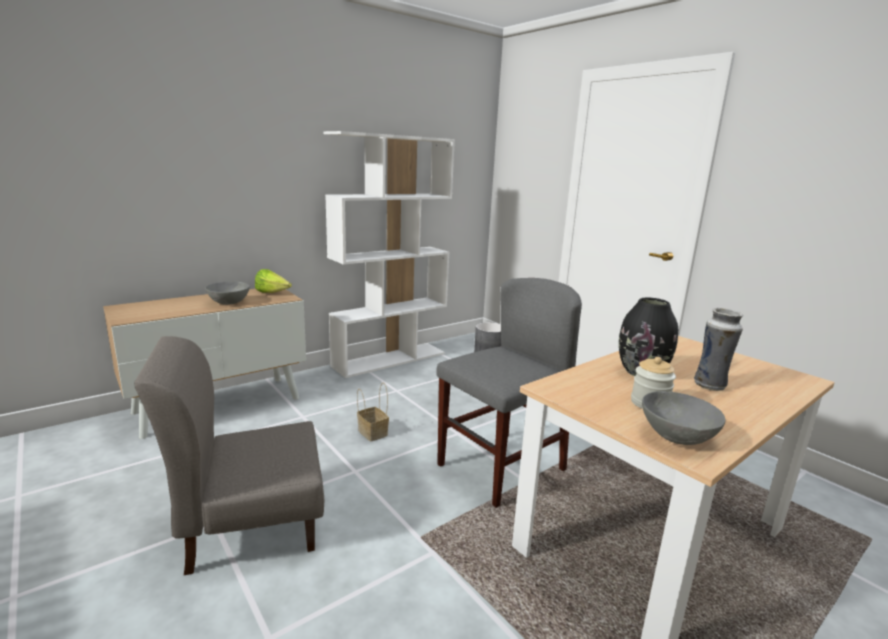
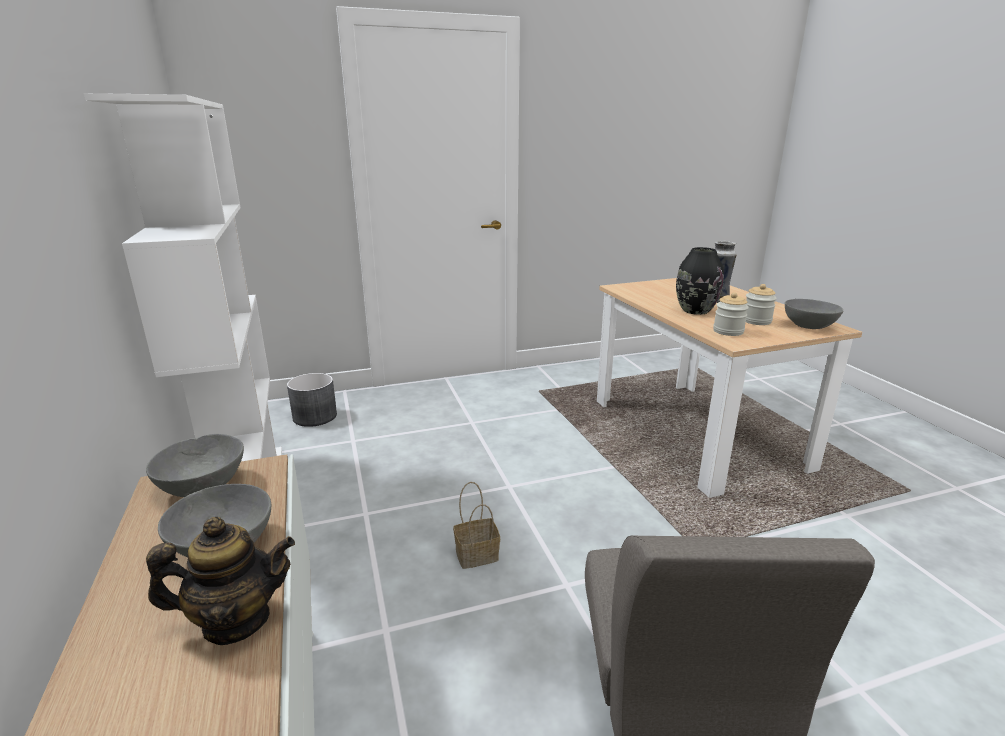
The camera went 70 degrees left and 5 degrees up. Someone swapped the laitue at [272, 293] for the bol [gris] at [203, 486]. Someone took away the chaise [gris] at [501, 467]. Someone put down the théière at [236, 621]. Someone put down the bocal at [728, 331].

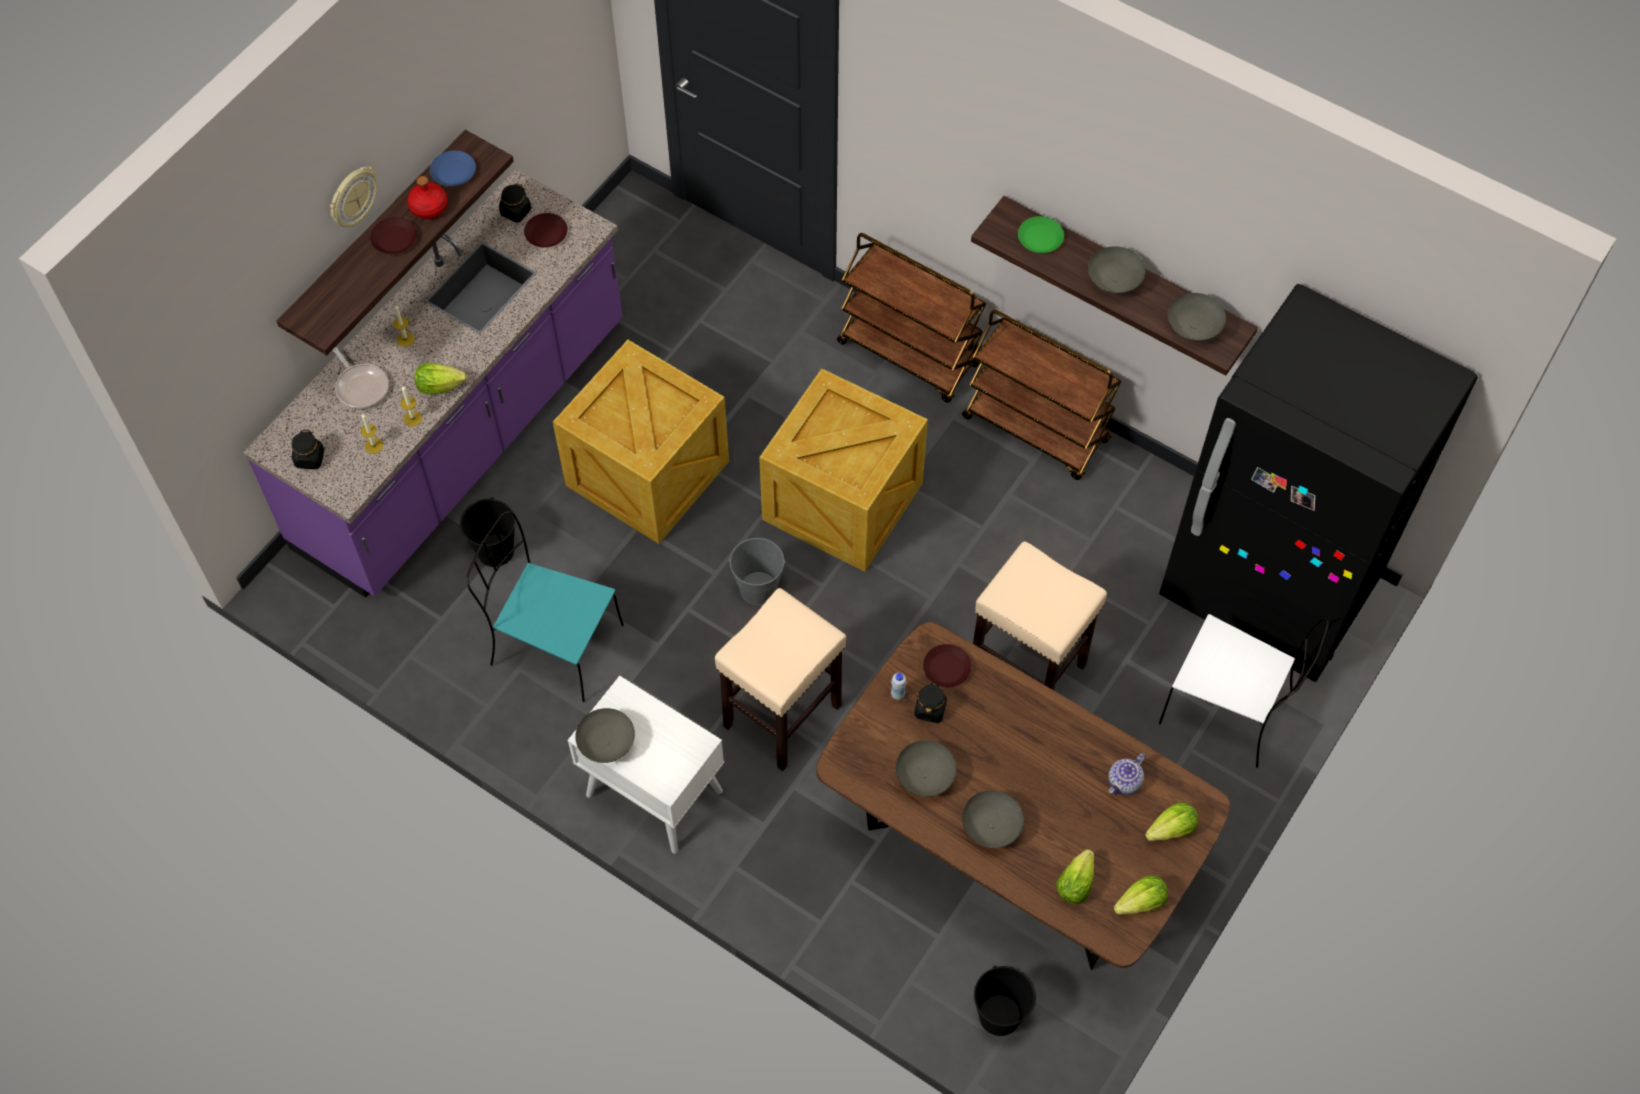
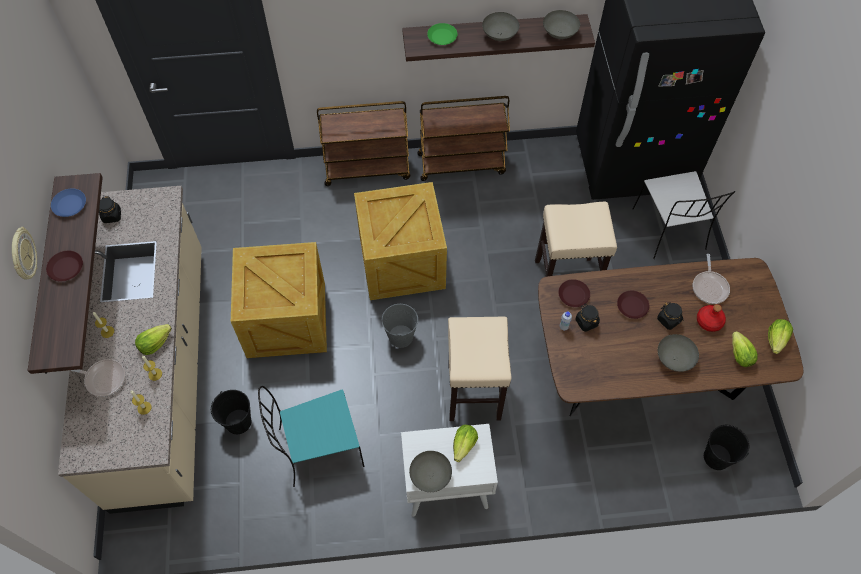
The camera went 40 degrees left and 0 degrees up. Someone repainted the comptoir de cuisine [violet] at [464, 437], which became the comptoir de cuisine [beige] at [163, 373]. Someone carried the bocal [noir] from [310, 458] to [668, 320]. Someone carried the bouteille [rouge] from [429, 207] to [709, 321]. Someone carried the assiette [marron] from [546, 233] to [632, 306]. Someone took away the bol [gris] at [925, 777]. Someone swapped the théière at [1124, 782] for the poêle at [709, 287]. Someone carried the laitue from [1171, 829] to [464, 445]. Someone rotated the chaise [blanc] at [1229, 709] by 90 degrees clockwise.

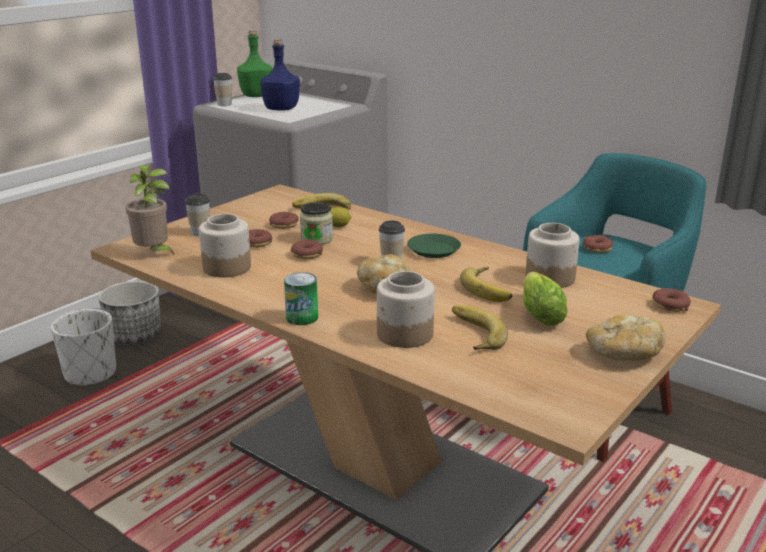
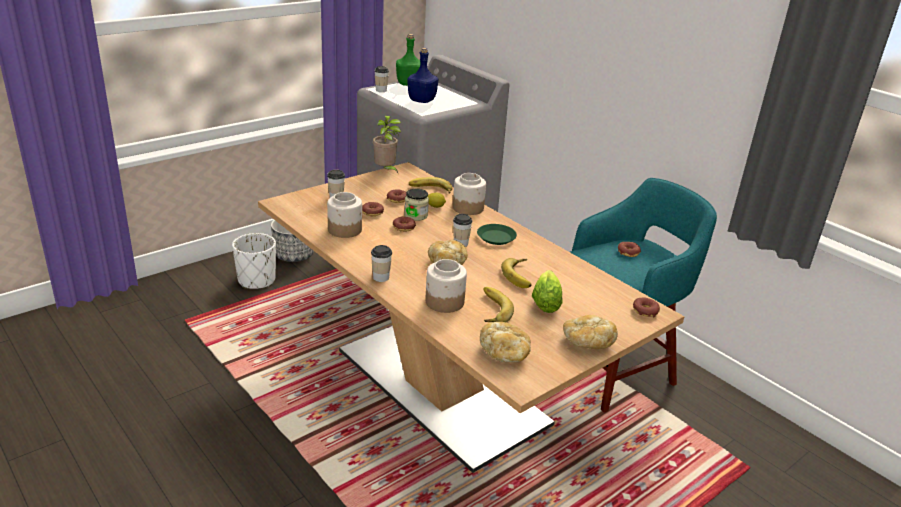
The camera went 10 degrees right and 5 degrees up. Someone carried the plante en pot from [154, 254] to [386, 171]. Someone swapped the boîte métallique at [302, 317] for the tasse at [381, 277]. Someone carried the bocal from [550, 278] to [468, 208]. Someone put down the pain at [504, 353].

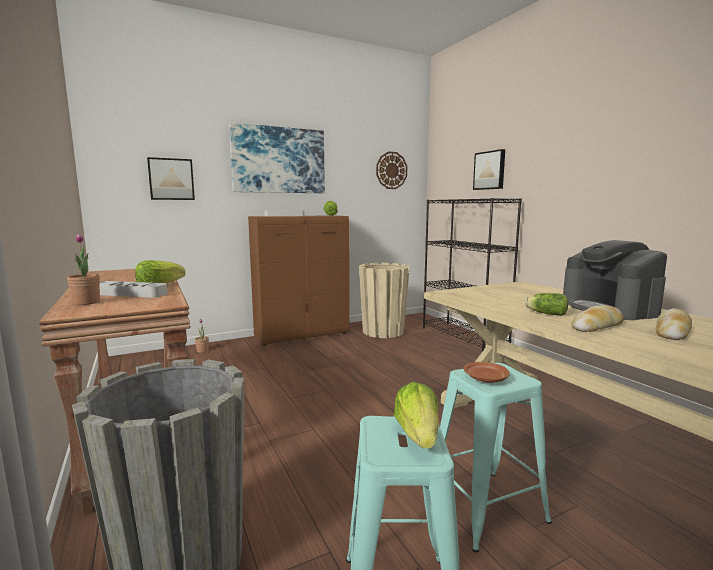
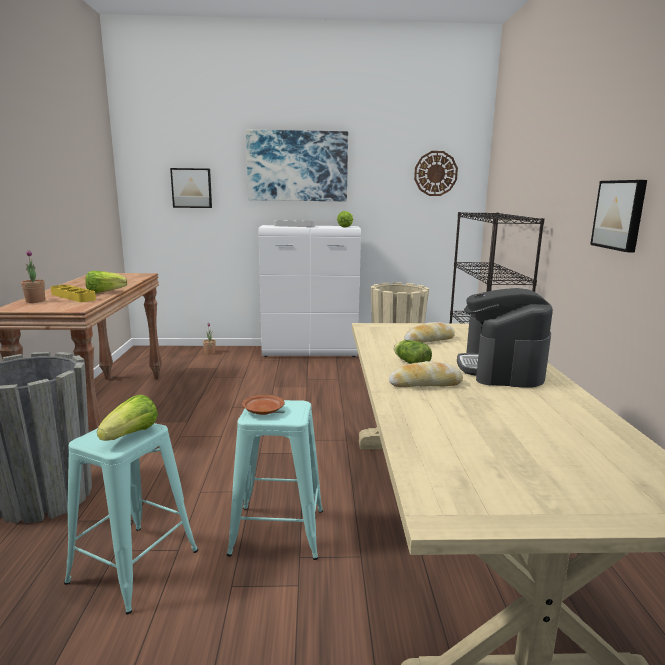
The camera went 25 degrees right and 5 degrees up. Someone repainted the plateau [gris] at [128, 294], which became the plateau [jaune] at [73, 297]. Someone repainted the meuble de rangement [marron] at [303, 335], which became the meuble de rangement [blanc] at [310, 352]. Someone carried the tableau from [490, 170] to [620, 215]. Someone carried the pain from [672, 331] to [429, 340].

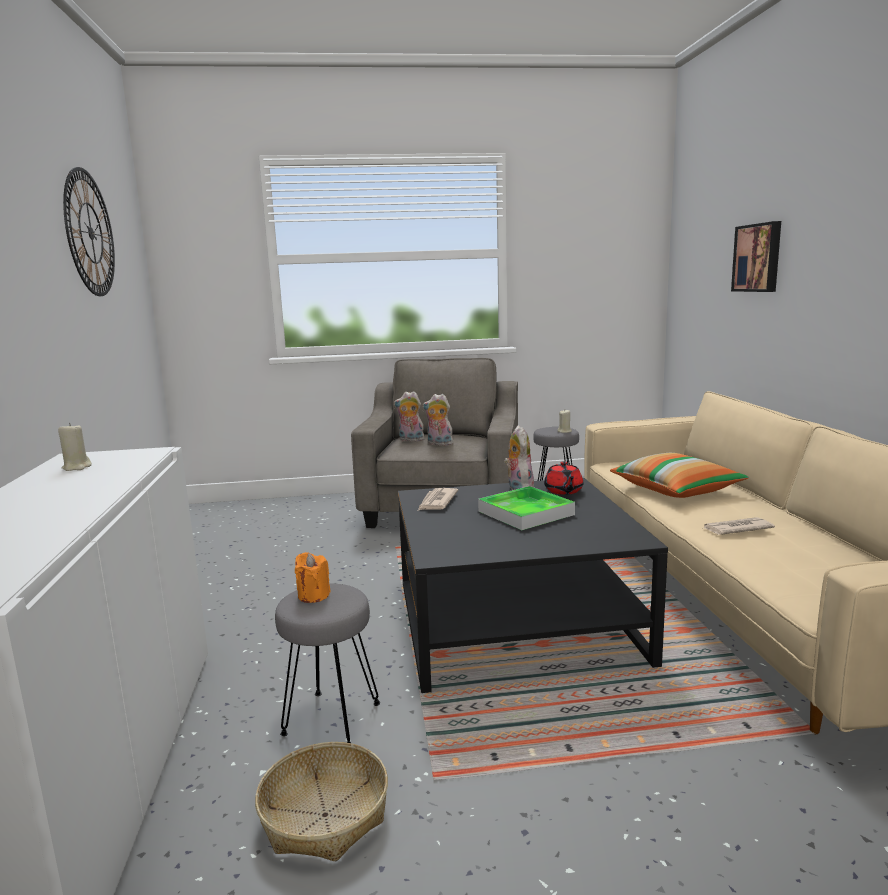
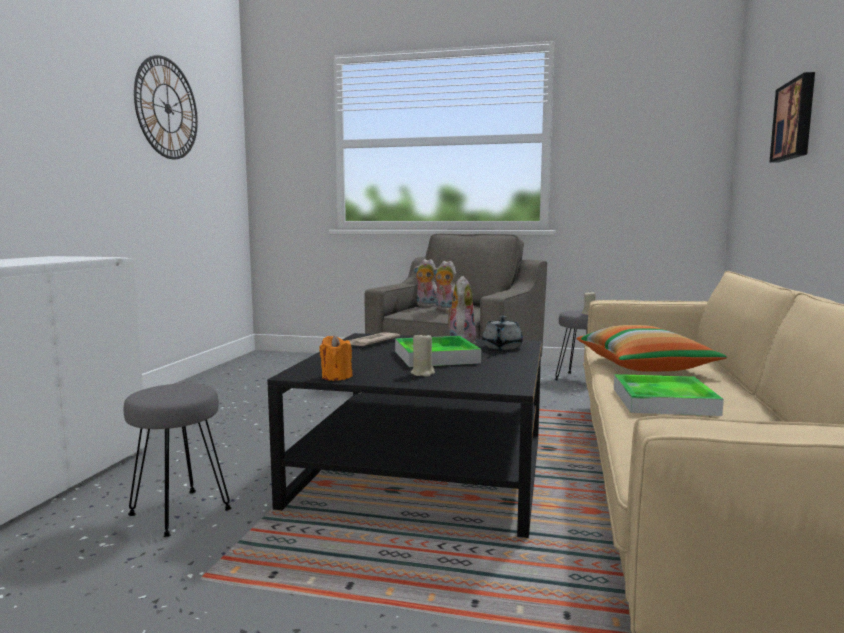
The camera went 20 degrees right and 5 degrees down. Someone carried the bougie [beige] from [77, 467] to [423, 373]. Someone took away the panier at [324, 815]. Someone carried the bougie [orange] from [313, 595] to [336, 377]. Someone repainted the théière [rouge] at [563, 491], which became the théière [gris] at [501, 347]. Someone swapped the journal at [736, 529] for the plateau at [663, 401].

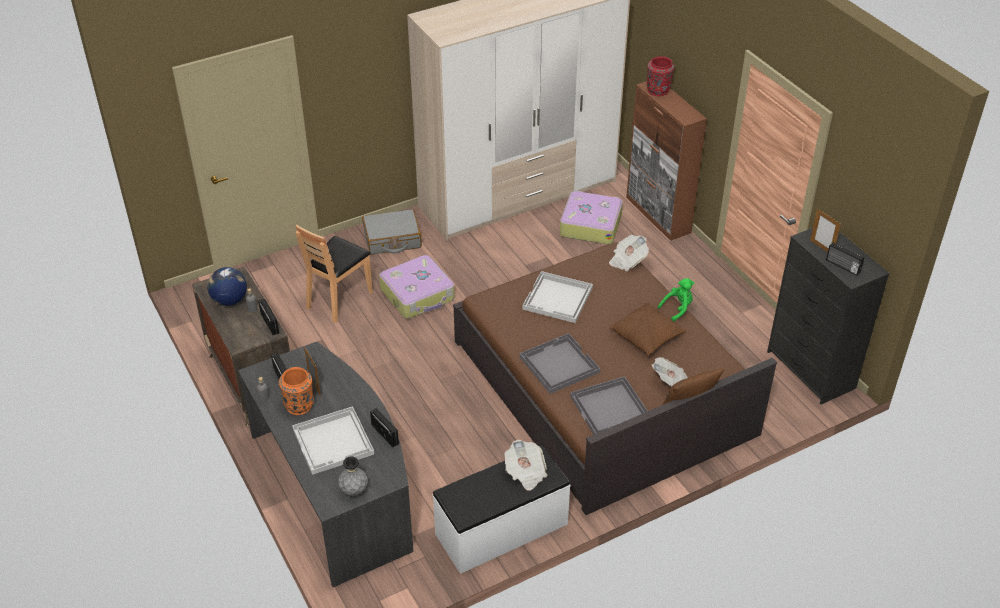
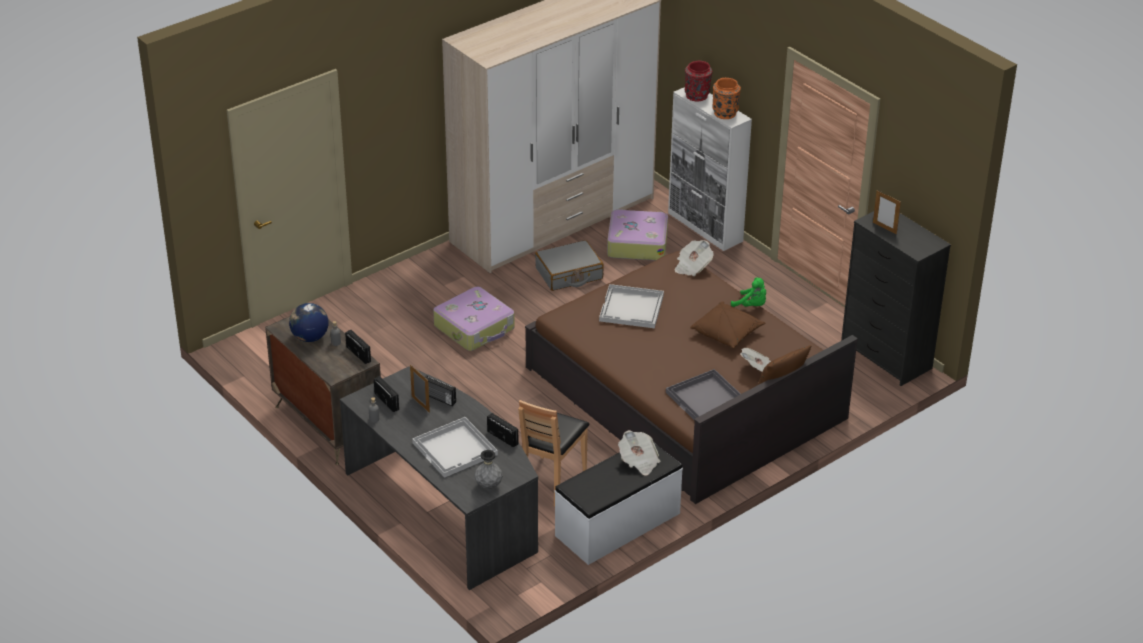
The camera went 10 degrees left and 5 degrees down. Someone carried the vase [orange] from [299, 405] to [725, 113]. Someone carried the chaise [marron] from [339, 299] to [551, 481]. Someone carried the valise [gris] from [392, 239] to [569, 274]. Someone took away the plateau [gris] at [558, 364]. Someone repainted the meuble de rangement [marron] at [658, 215], which became the meuble de rangement [blanc] at [705, 227]. Someone rotated the peluche [vert] at [677, 309] by 75 degrees clockwise. Someone carried the radio from [842, 266] to [439, 398].

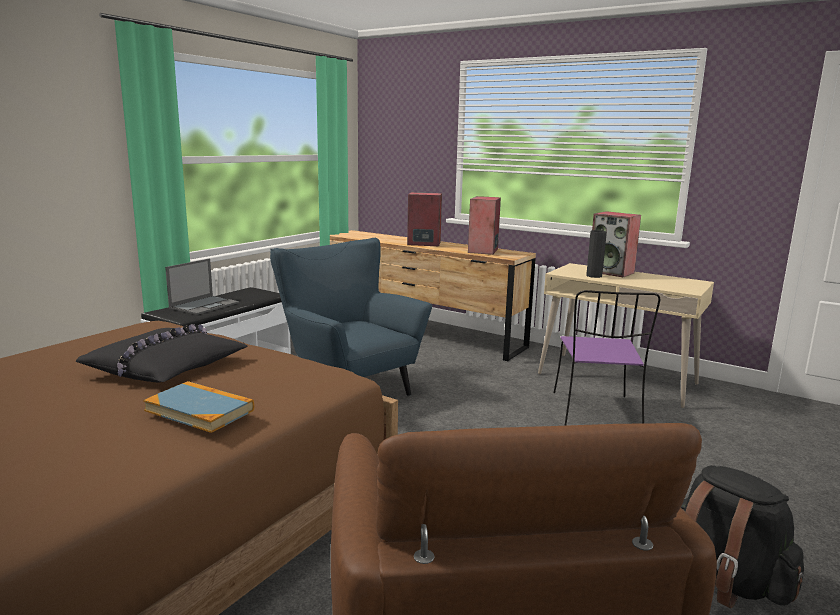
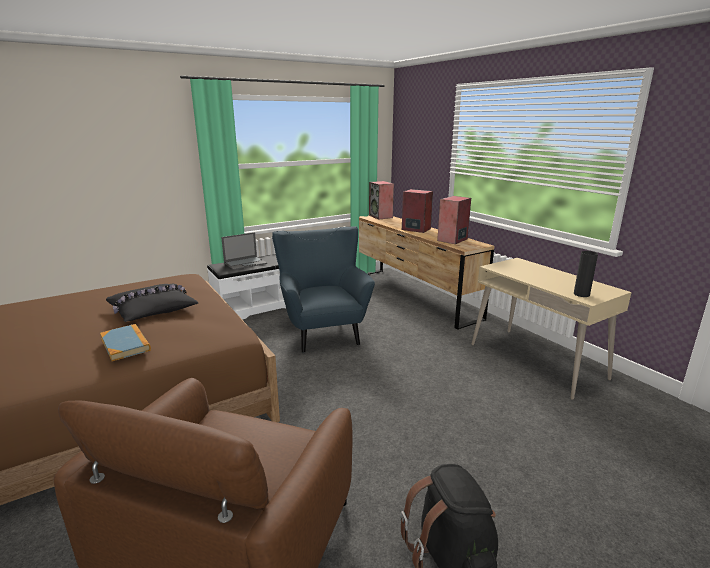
The camera went 25 degrees right and 5 degrees up. Someone took away the chaise [violet] at [596, 412]. Someone carried the vase [noir] from [594, 276] to [581, 294]. Someone carried the enceinte from [612, 272] to [381, 216].

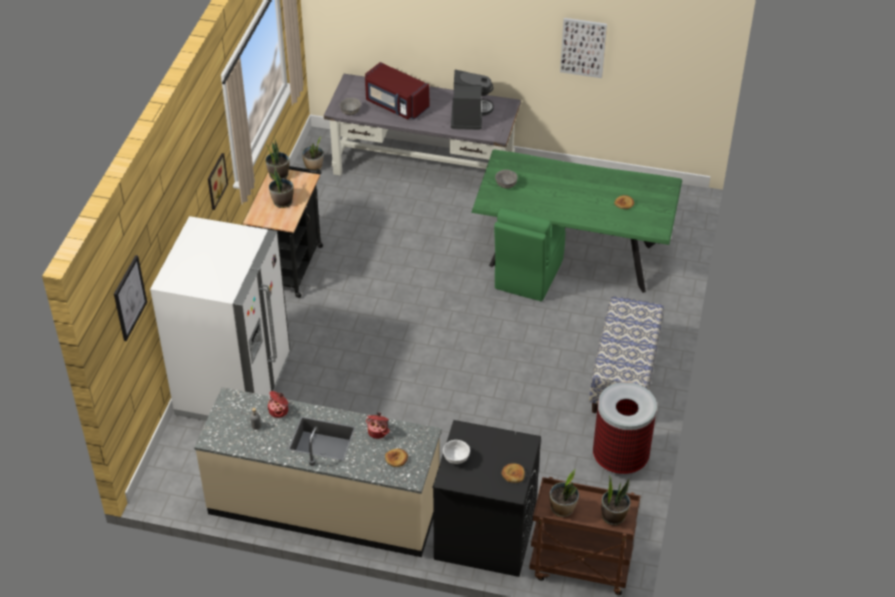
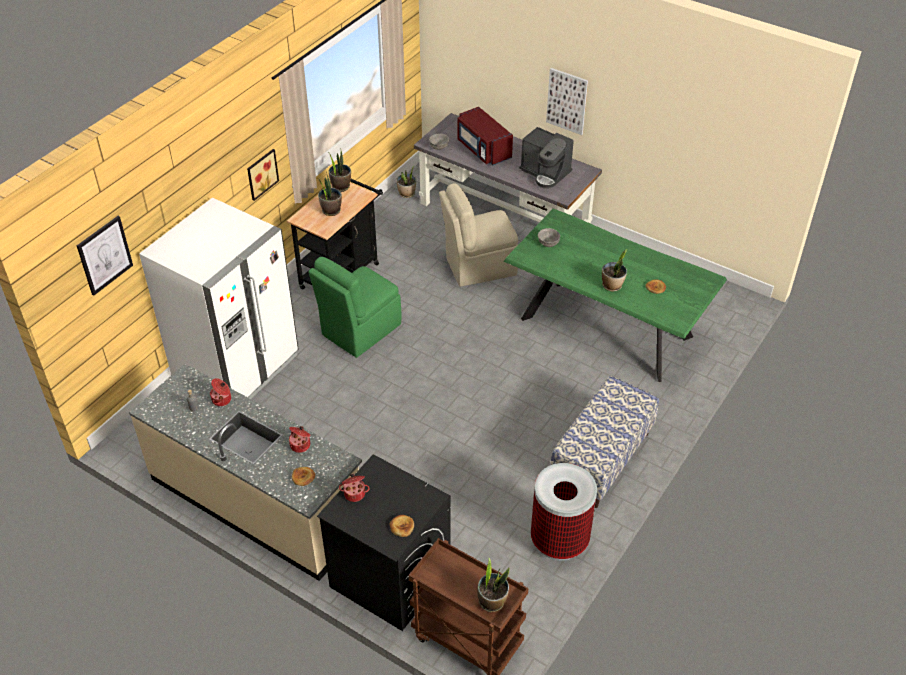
The camera went 20 degrees right and 0 degrees up. Someone swapped the bol [blanc] at [456, 458] for the marmite at [354, 493]. Someone rotated the machine à café at [469, 115] by 105 degrees clockwise. Someone carried the chaise [vert] from [527, 275] to [359, 330]. Someone carried the plante en pot from [562, 509] to [612, 286]. Someone carried the tableau from [583, 47] to [567, 101]. Someone put down the chaise [beige] at [479, 266].

